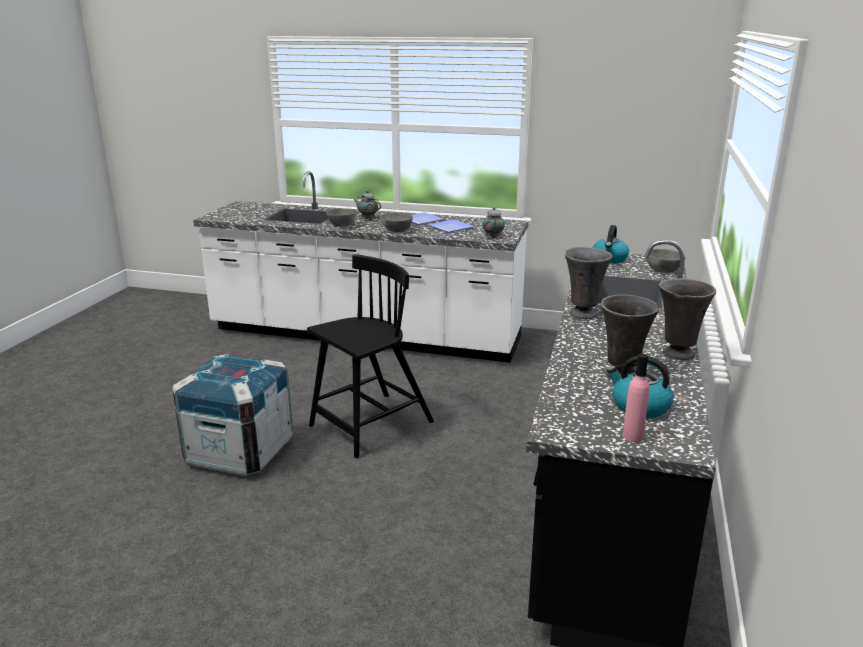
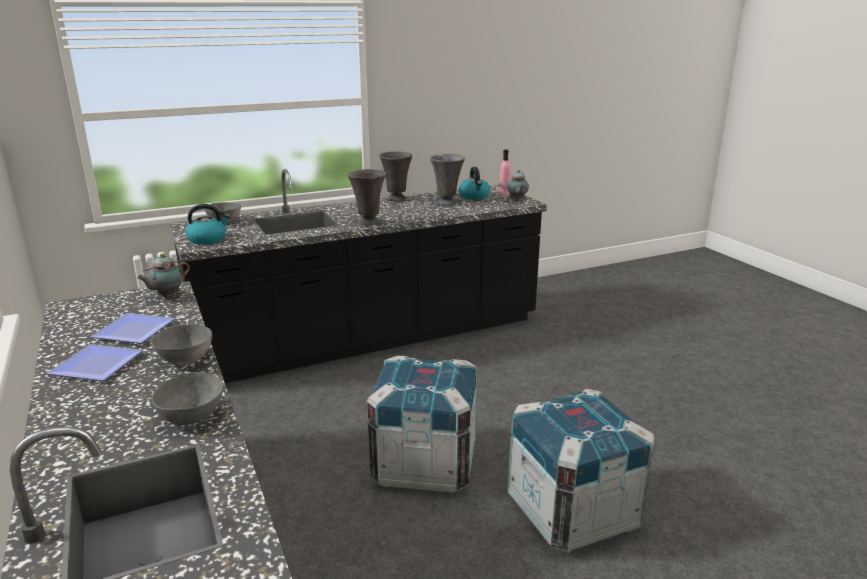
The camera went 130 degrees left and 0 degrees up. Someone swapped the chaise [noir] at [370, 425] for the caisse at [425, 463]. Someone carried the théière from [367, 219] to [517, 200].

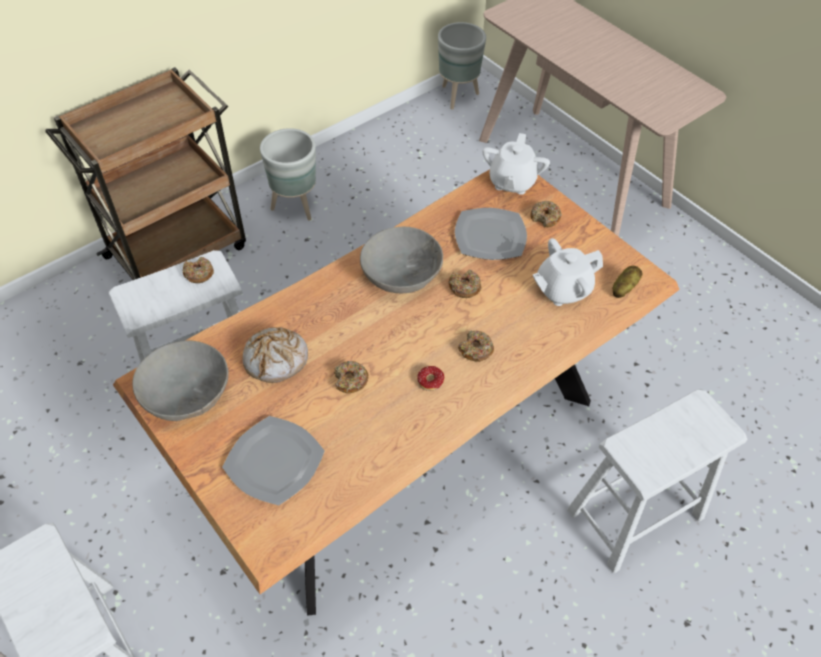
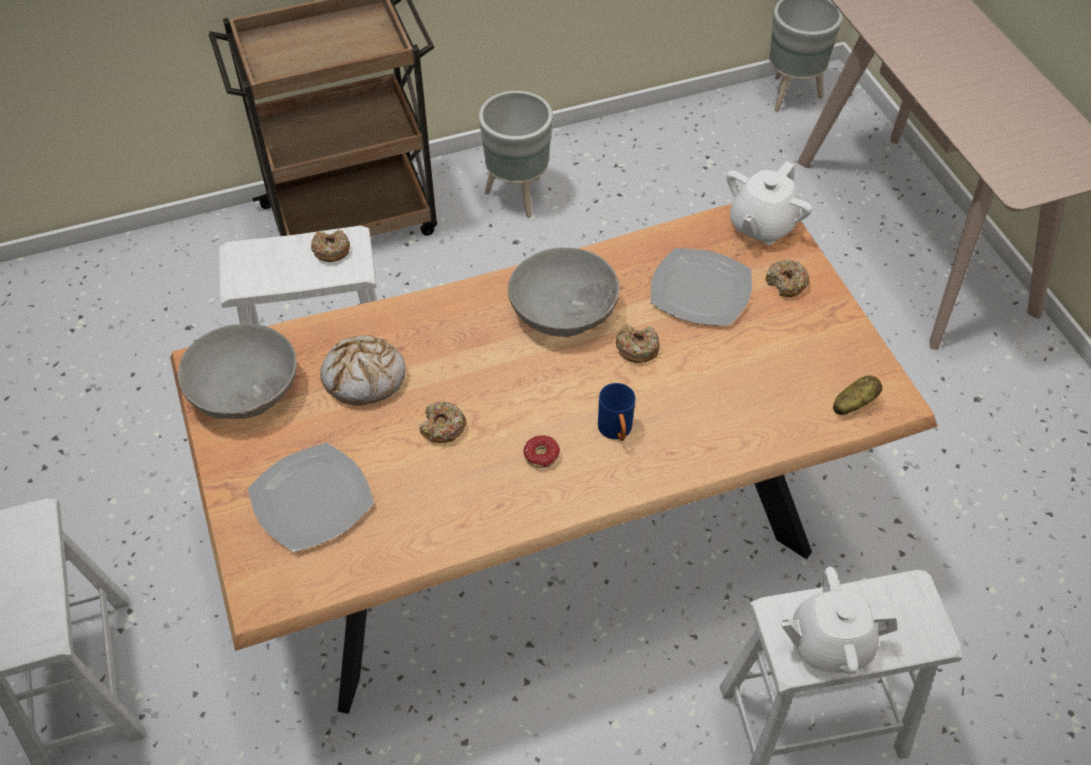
The camera went 20 degrees right and 0 degrees up. Someone swapped the beignet at [475, 350] for the mug [bleu] at [616, 432]. Someone carried the théière [blanc] from [562, 290] to [829, 643].

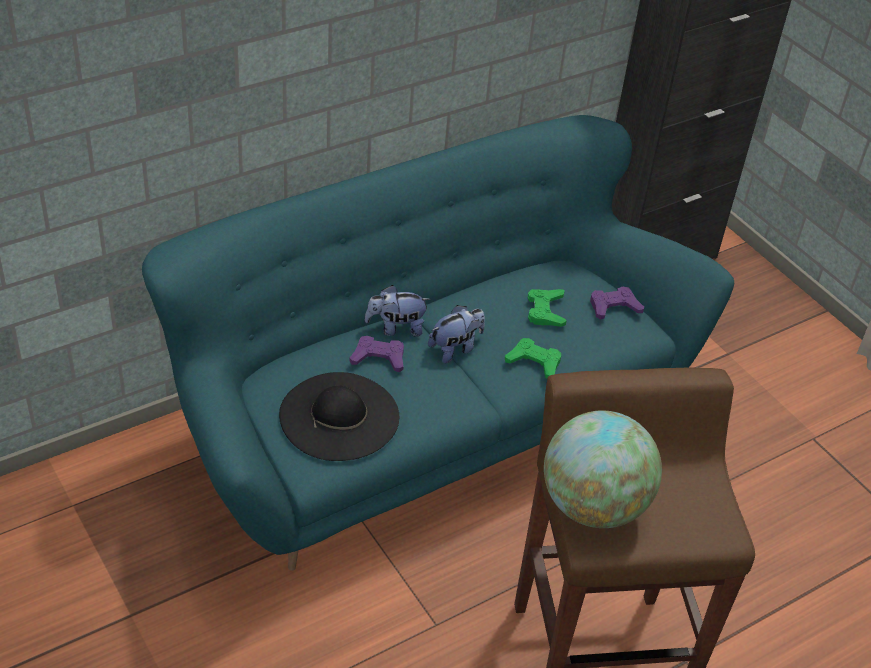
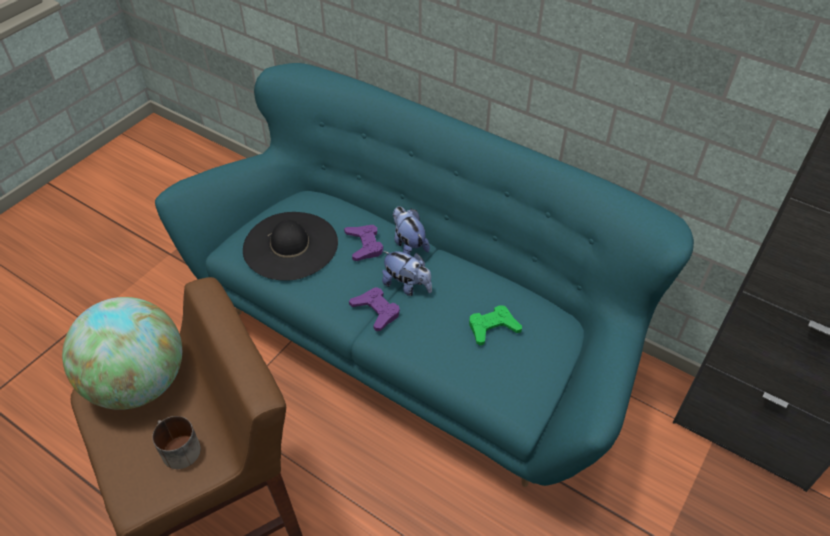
The camera went 70 degrees right and 5 degrees up. Someone took away the manette [vert] at [534, 362]. Someone carried the manette [violet] from [614, 307] to [376, 311]. Someone put down the mug at [176, 449].

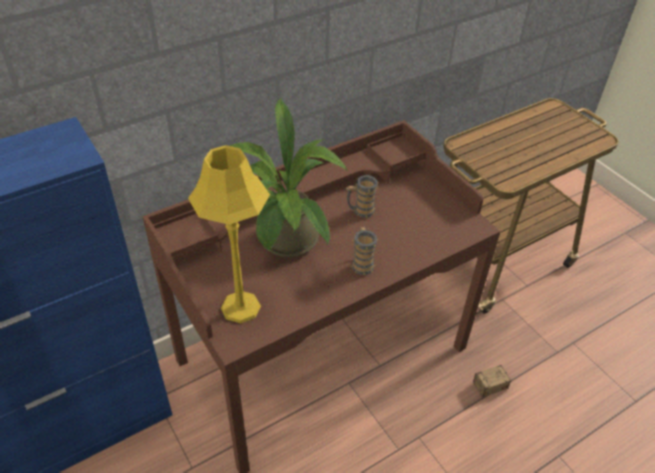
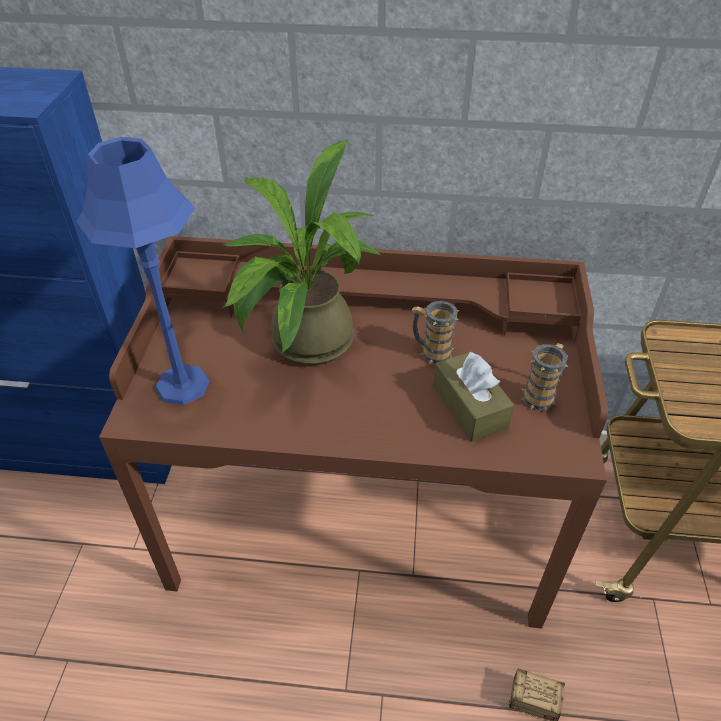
The camera went 40 degrees right and 0 degrees up. Someone repainted the lampe de table [jaune] at [240, 307], which became the lampe de table [bleu] at [182, 385]. Someone carried the mug from [362, 263] to [541, 394]. Someone put down the boîte à mouchoirs [marron] at [469, 407].

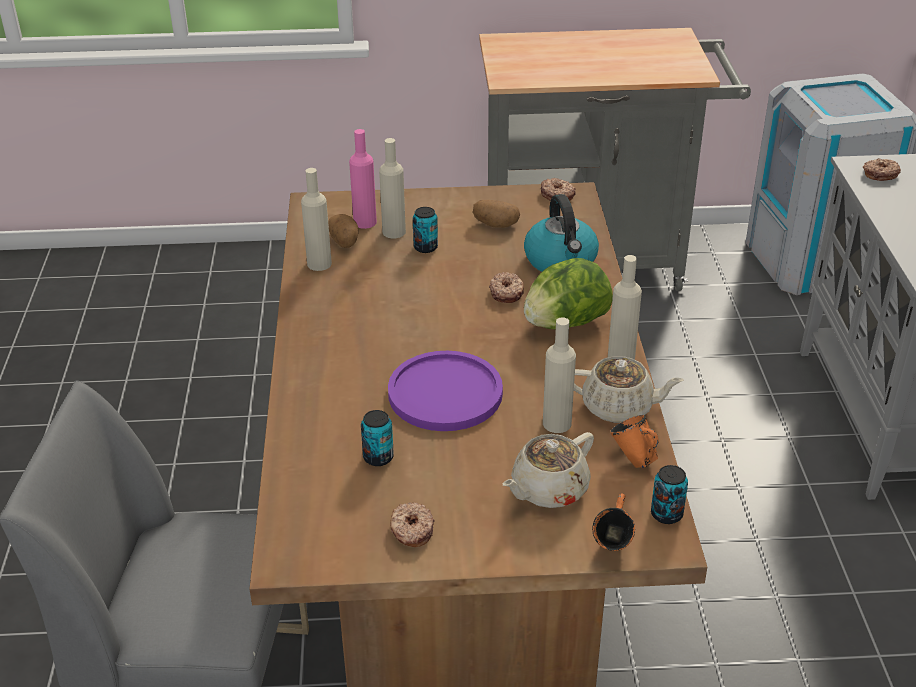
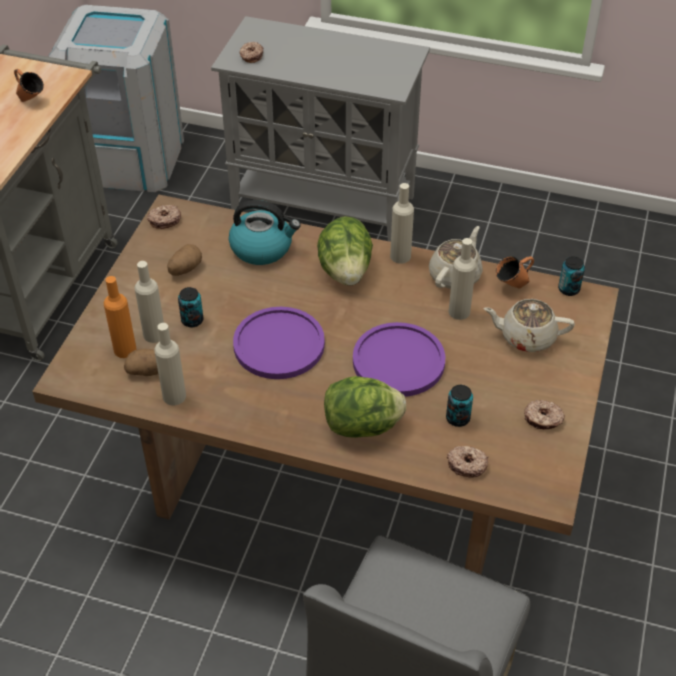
The camera went 70 degrees left and 10 degrees up. Someone repainted the bouteille [rose] at [365, 222], which became the bouteille [orange] at [125, 349]. Someone carried the beignet from [507, 293] to [467, 464]. Someone rotated the théière [beige] at [548, 490] by 120 degrees clockwise. Someone carried the mug [orange] from [612, 550] to [31, 101]. Someone put down the assiette [violet] at [279, 344]. Someone put down the laitue at [363, 426].

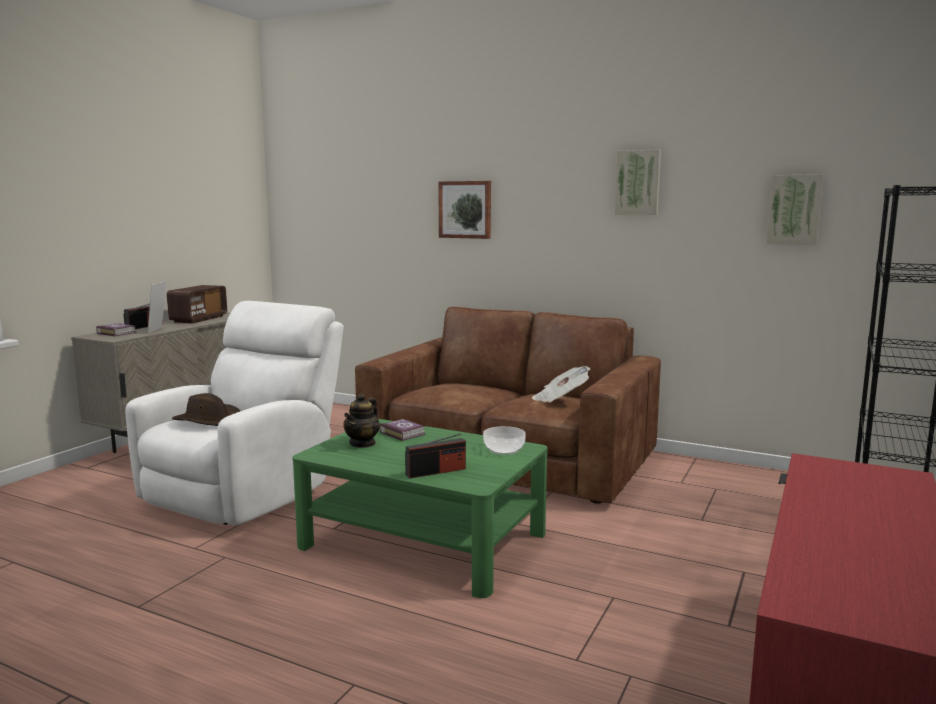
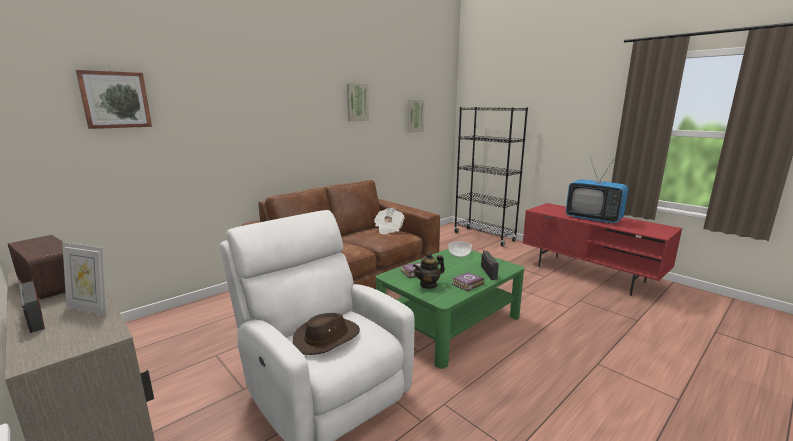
The camera went 70 degrees left and 5 degrees up. Someone carried the livre from [117, 333] to [466, 284]. Someone rotated the théière at [362, 443] by 105 degrees clockwise. Someone carried the tableau from [465, 209] to [115, 100]. Someone put down the téléviseur at [593, 219].

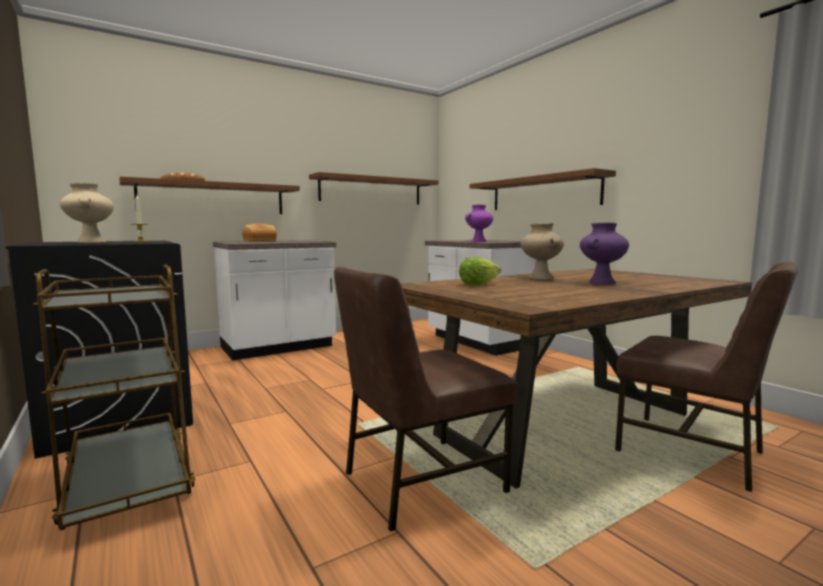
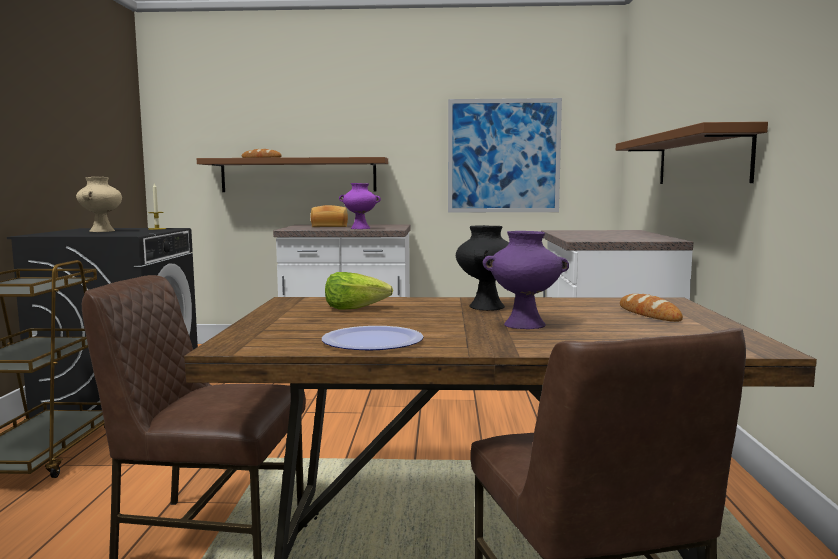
The camera went 35 degrees right and 0 degrees up. Someone swapped the étagère [marron] at [371, 190] for the tableau at [503, 156]. Someone carried the vase [violet] from [478, 241] to [361, 228]. Someone repainted the vase [beige] at [539, 278], which became the vase [noir] at [486, 307]. Someone put down the assiette at [372, 341]. Someone put down the pain at [649, 314].

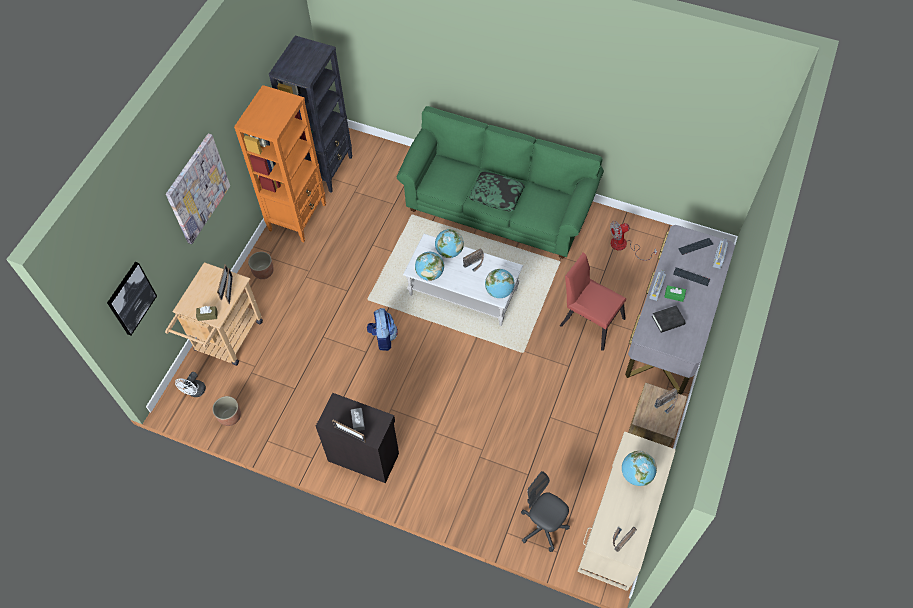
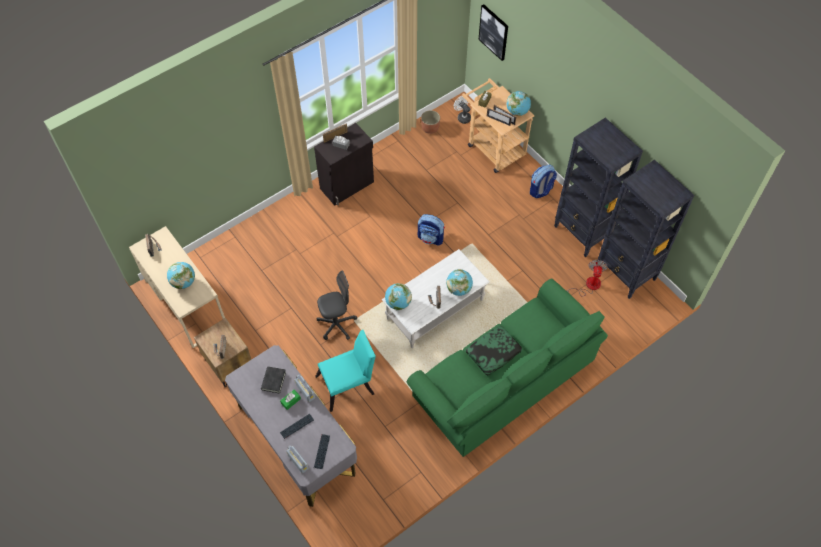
The camera went 120 degrees right and 0 degrees up. Someone took away the tableau at [197, 189]. Someone repainted the bibliothèque [orange] at [298, 217], which became the bibliothèque [noir] at [583, 233]. Someone swapped the cache-pot at [263, 272] for the sac à dos at [541, 190]. Someone carried the globe from [430, 274] to [517, 111]. Someone carried the chaise de bureau [gris] from [542, 527] to [337, 324]. Someone repainted the chaise [rouge] at [589, 319], which became the chaise [turquoise] at [349, 384]. Someone carried the ventilateur from [624, 246] to [588, 286].

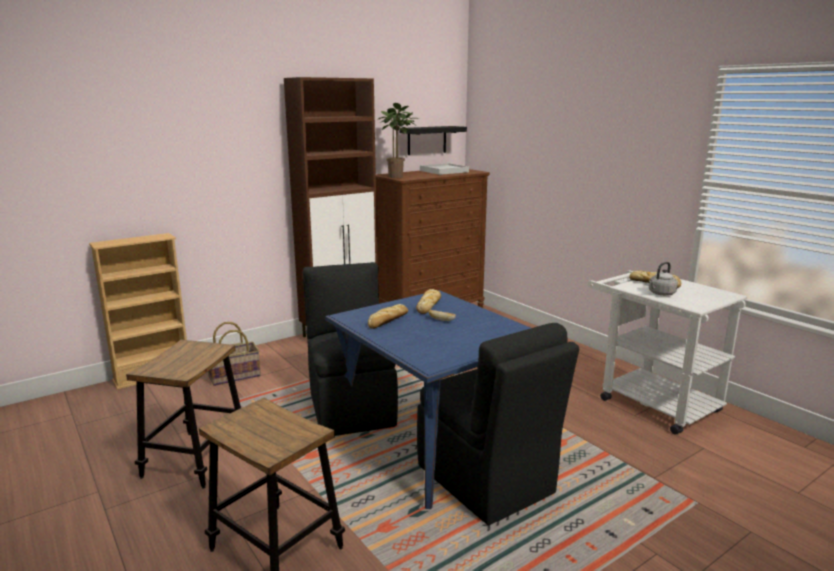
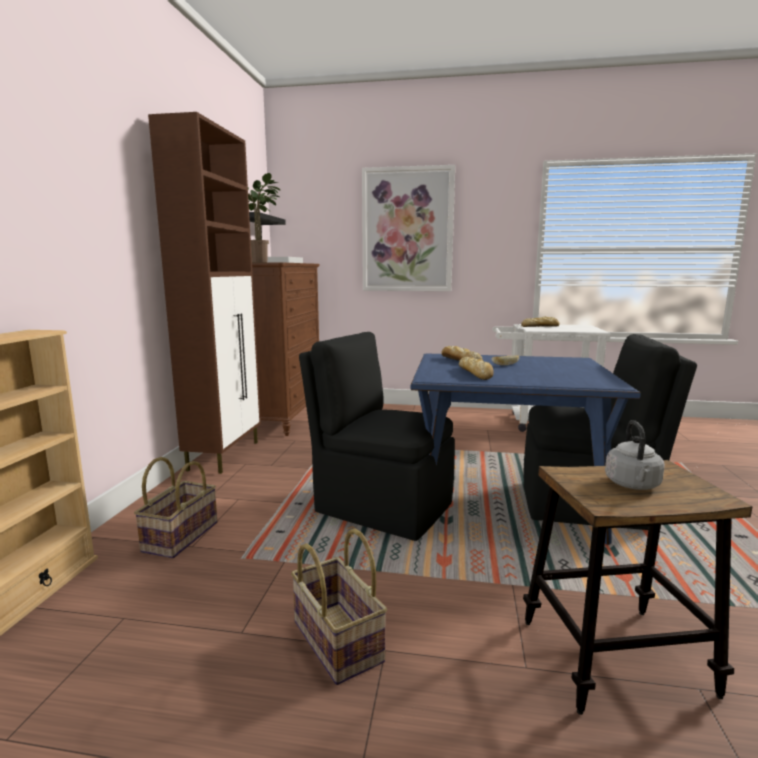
The camera went 45 degrees left and 5 degrees down. Someone swapped the tabouret at [196, 459] for the panier at [335, 641]. Someone carried the bouilloire [gris] from [660, 294] to [633, 485]. Someone put up the tableau at [407, 230].

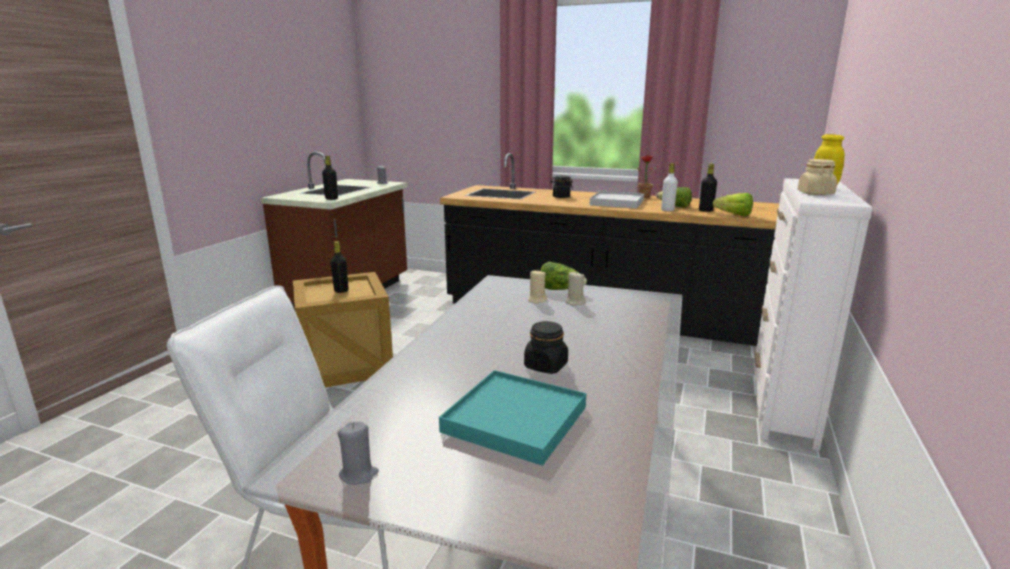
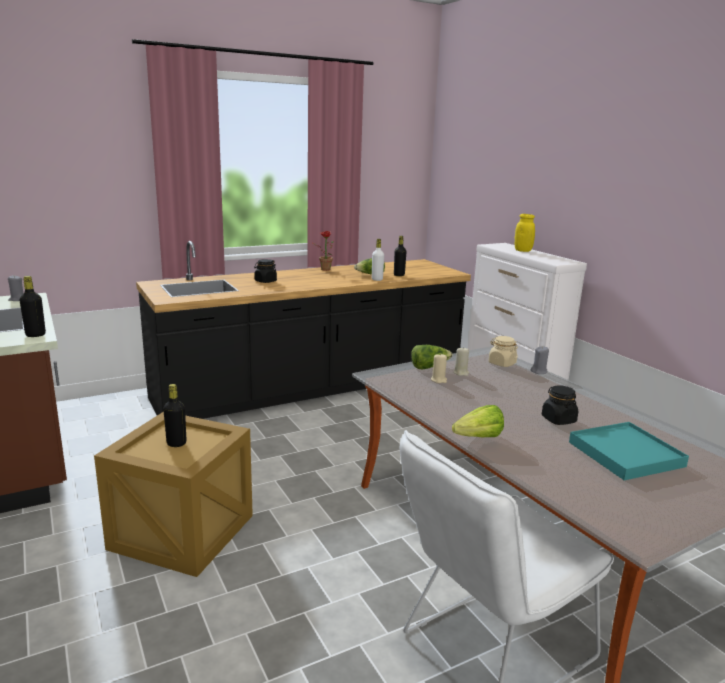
The camera went 50 degrees left and 0 degrees up. Someone carried the bougie [gris] from [358, 474] to [539, 371]. Someone took away the plateau [blanc] at [616, 202]. Someone carried the laitue from [730, 215] to [474, 438]. Someone carried the bocal [beige] from [815, 193] to [501, 363].

